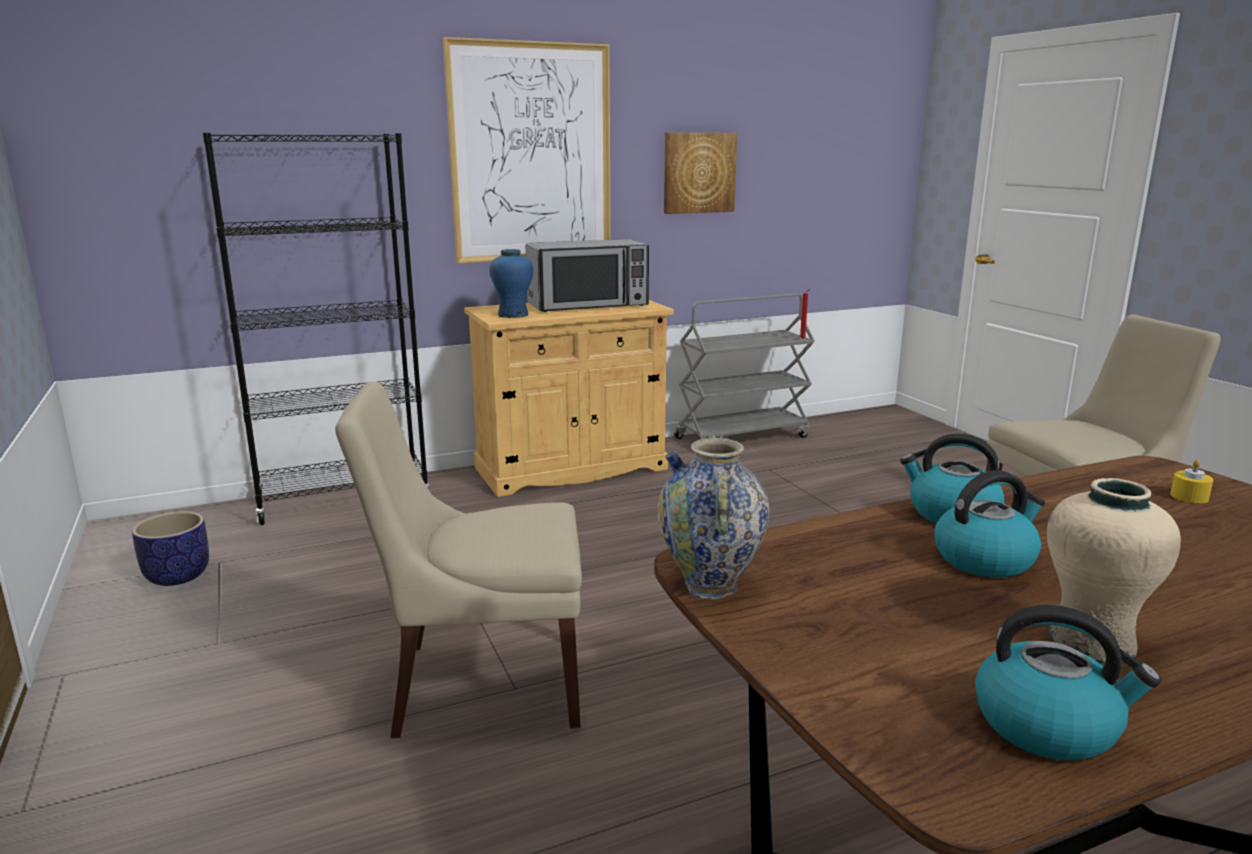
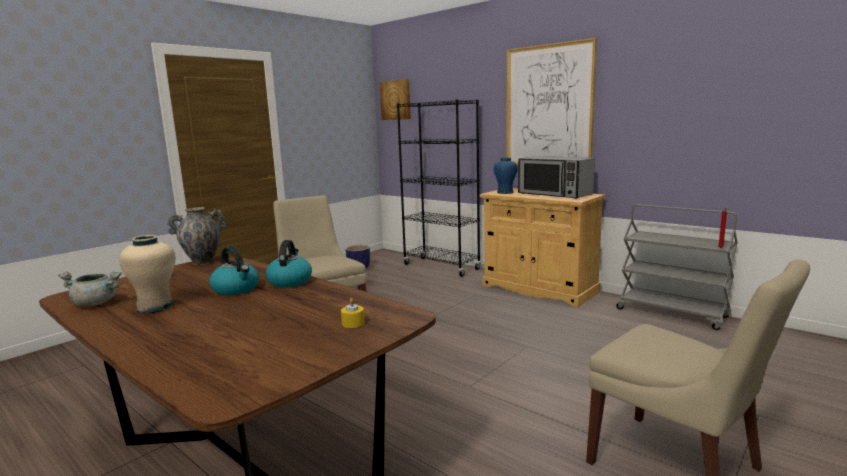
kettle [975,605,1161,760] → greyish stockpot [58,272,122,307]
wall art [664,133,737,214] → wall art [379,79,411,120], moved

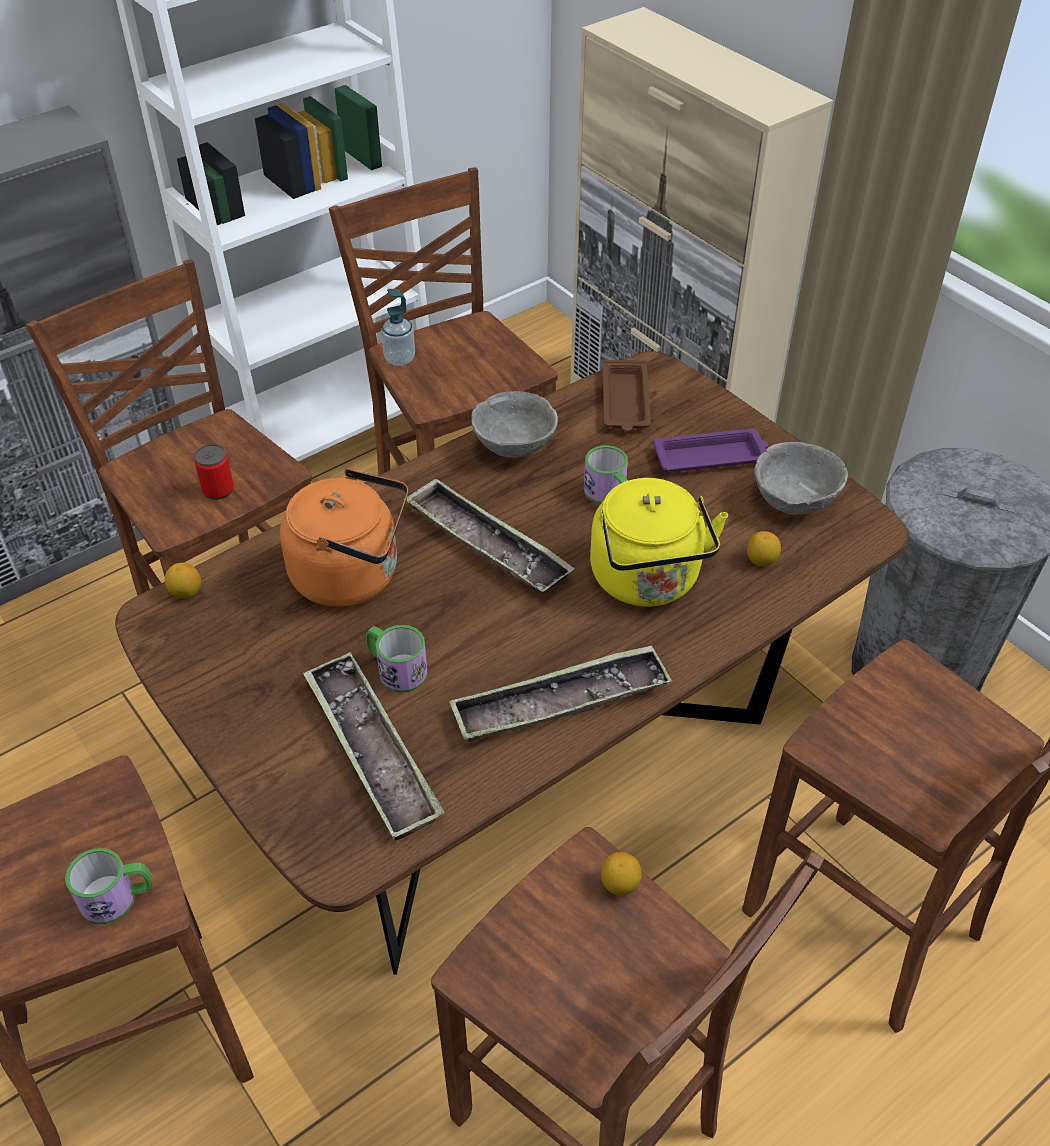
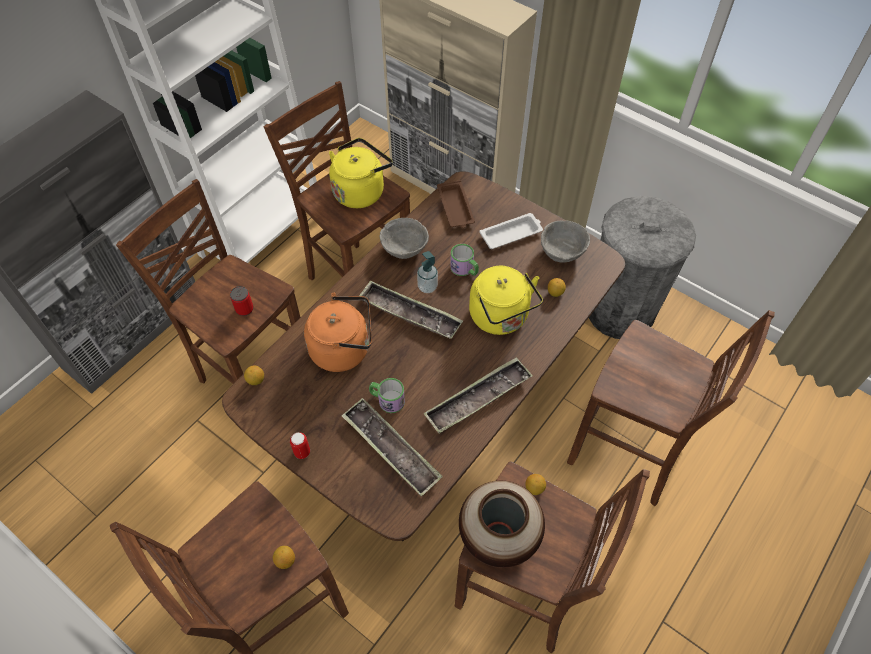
mug [65,848,152,924] → citrus fruit [273,546,295,569]
- → sealed can [290,432,310,459]
- → yellowish kettle [329,138,393,208]
soap bottle [381,289,415,366] → soap bottle [417,251,438,293], moved
- → vase [459,481,545,568]
purple-coloured serving tray [653,428,768,472] → white-coloured serving tray [480,213,543,249]

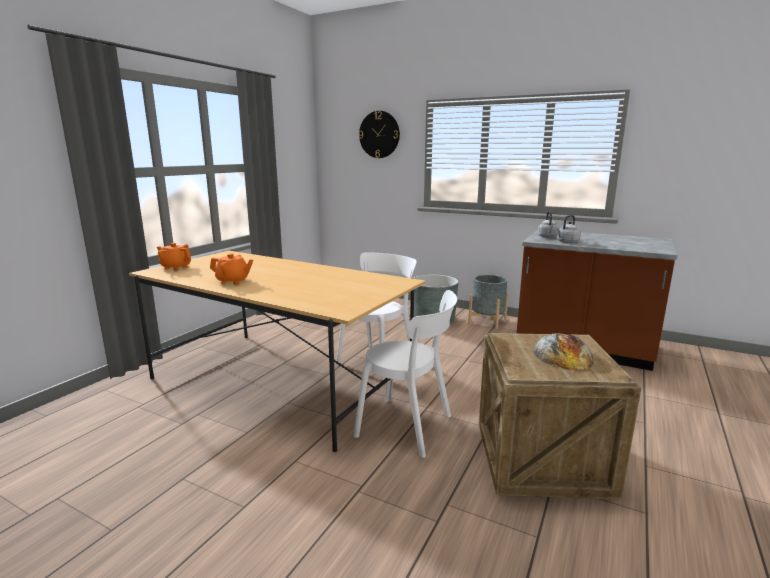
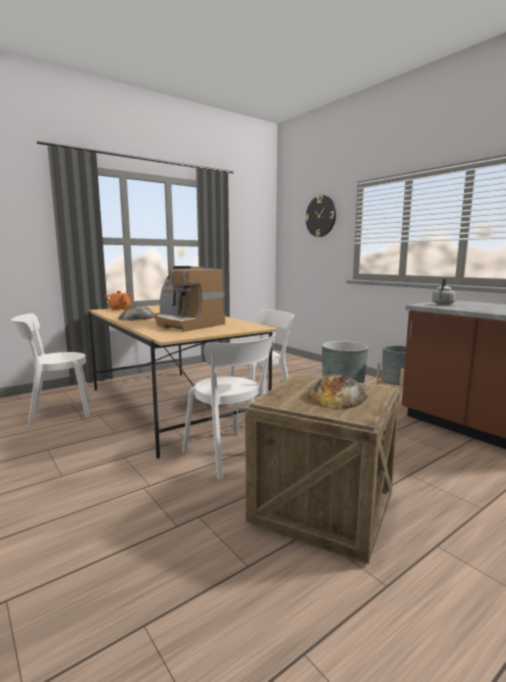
- → white-coloured chair [11,313,90,426]
orange-coloured tea pot [210,254,253,284] → bread [118,305,154,321]
- → coffee machine [154,266,225,332]
greyish kettle [557,215,581,243] → -

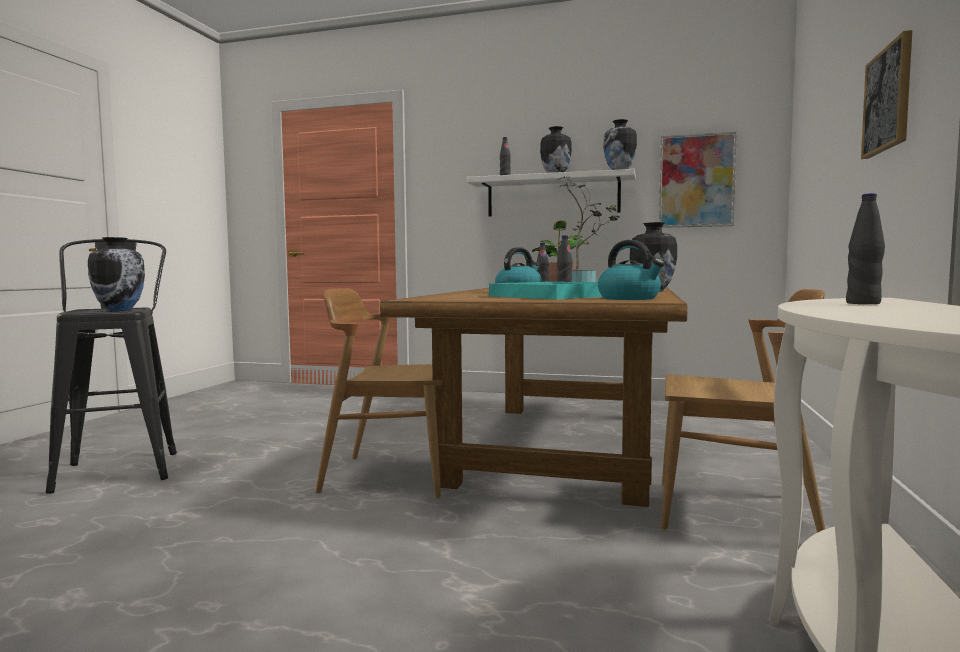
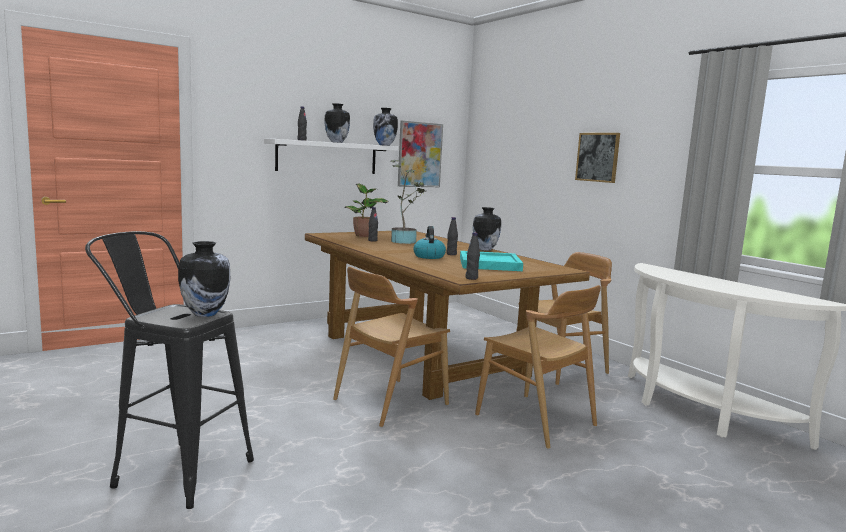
black drink bottle [846,193,885,304] → black drink bottle [465,232,480,280], moved
- → brown chair [475,285,601,449]
kettle [598,240,665,300] → -

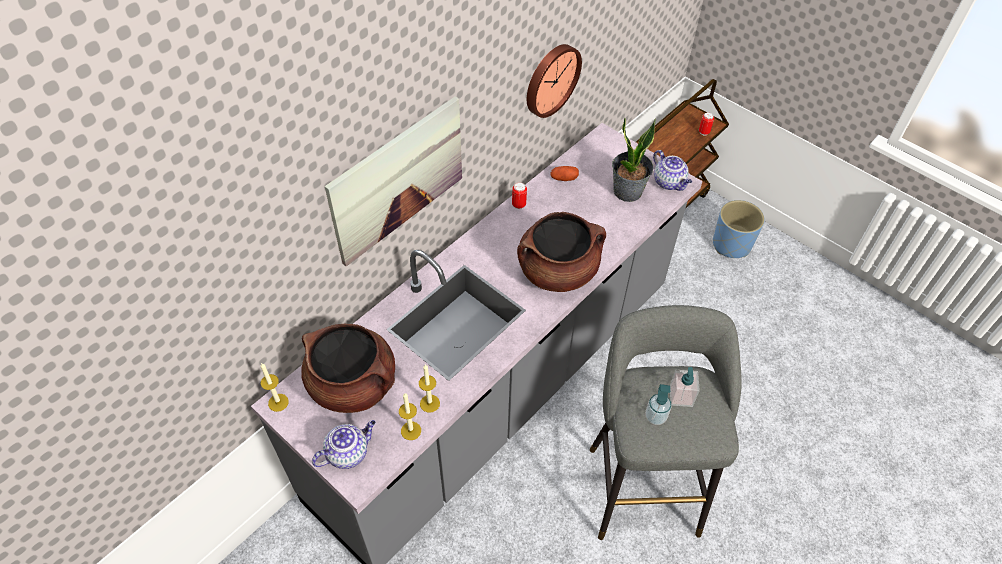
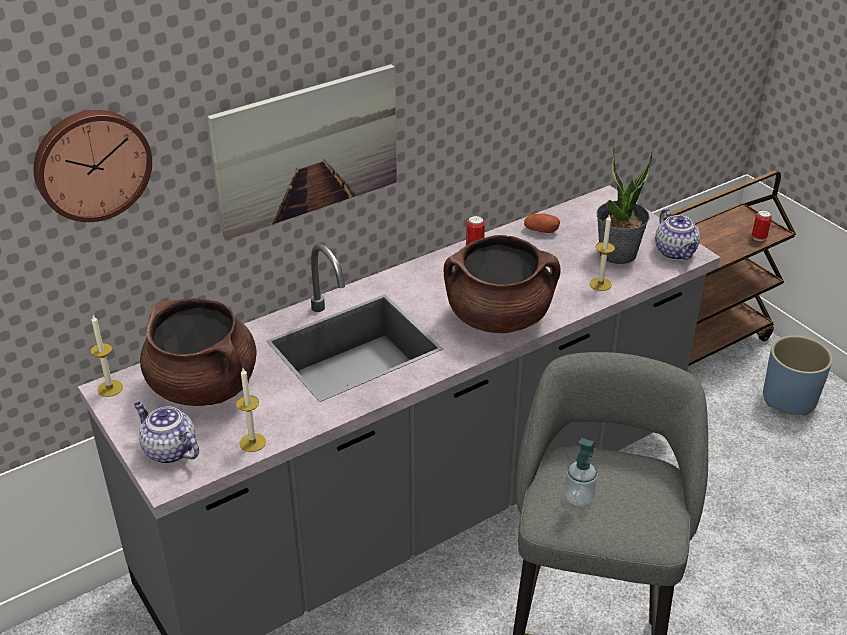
wall clock [527,44,582,118] → wall clock [34,110,152,222], moved
tea pot [312,420,376,469] → tea pot [134,402,199,464], 120 degrees counterclockwise
candle [419,364,440,413] → candle [590,215,615,291], moved
soap bottle [670,367,700,407] → -

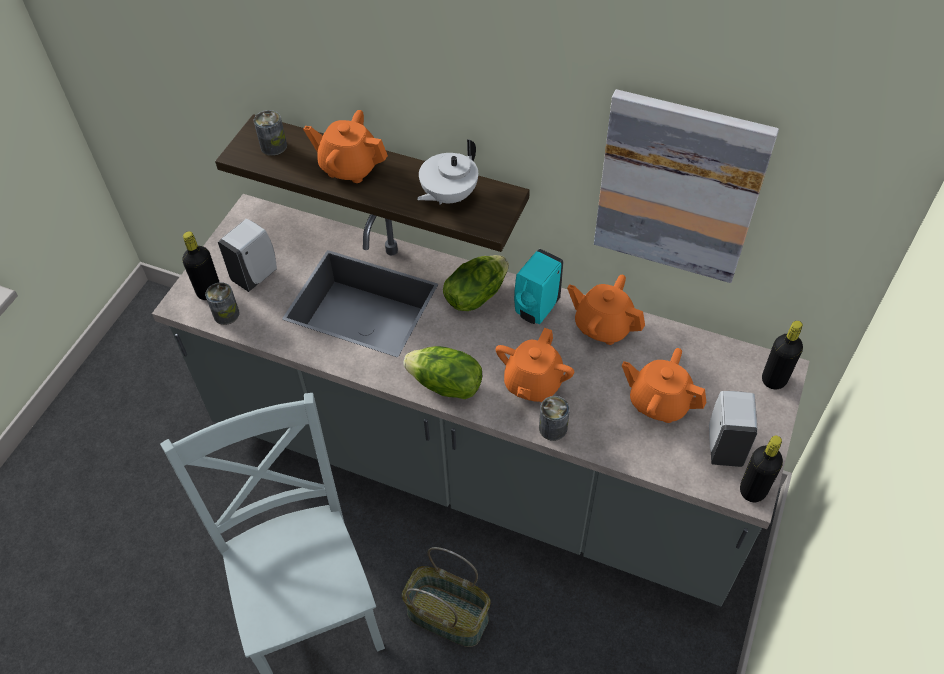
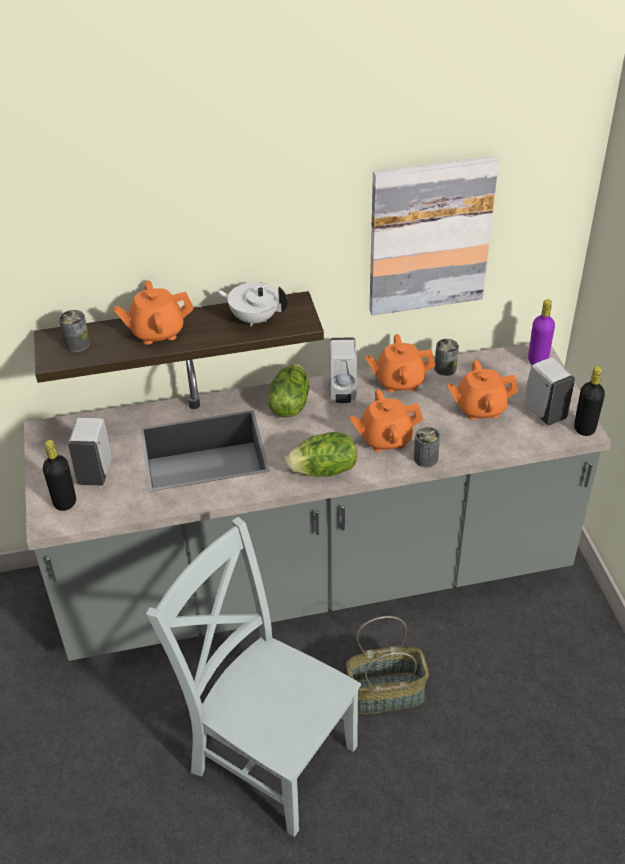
white-coloured tea pot [417,139,478,205] → white-coloured tea pot [216,282,288,326], 105 degrees clockwise
turquoise soap bottle [514,249,563,324] → white-coloured soap bottle [329,337,357,403]
orange-coloured tea pot [496,328,574,402] → orange-coloured tea pot [350,389,423,452], 90 degrees clockwise
sealed can [205,283,240,325] → sealed can [434,339,459,376], moved
black drink bottle [762,321,803,389] → purple-coloured drink bottle [528,299,555,365]

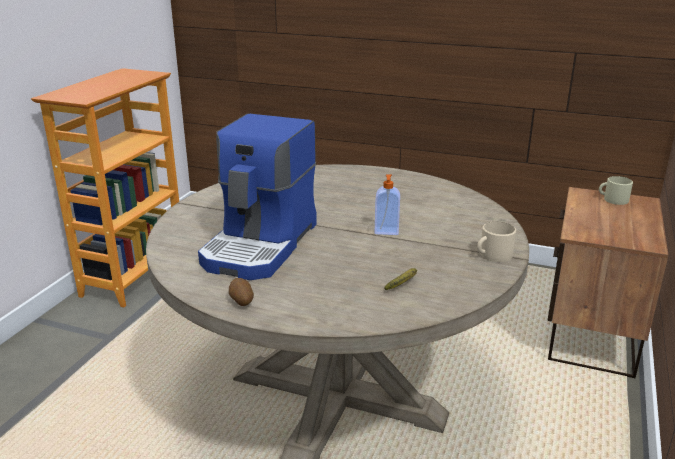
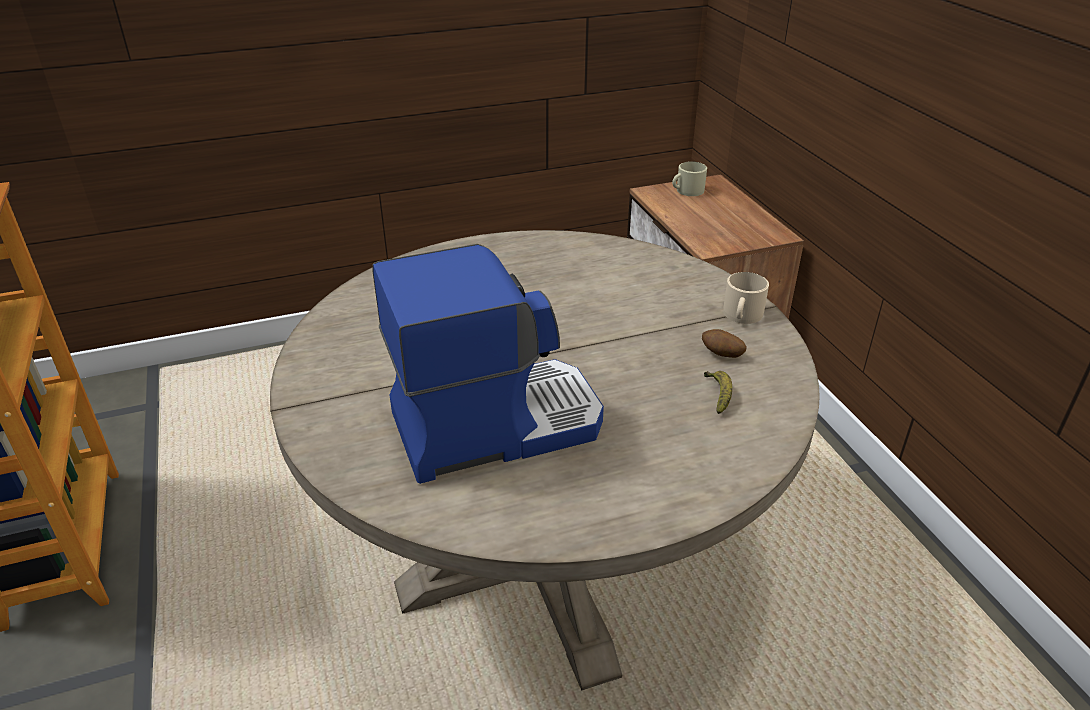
coffee machine [198,114,317,280] → coffee machine [372,244,604,484], 90 degrees counterclockwise
spud [229,278,254,306] → spud [702,329,747,358], moved
soap bottle [375,174,400,235] → -

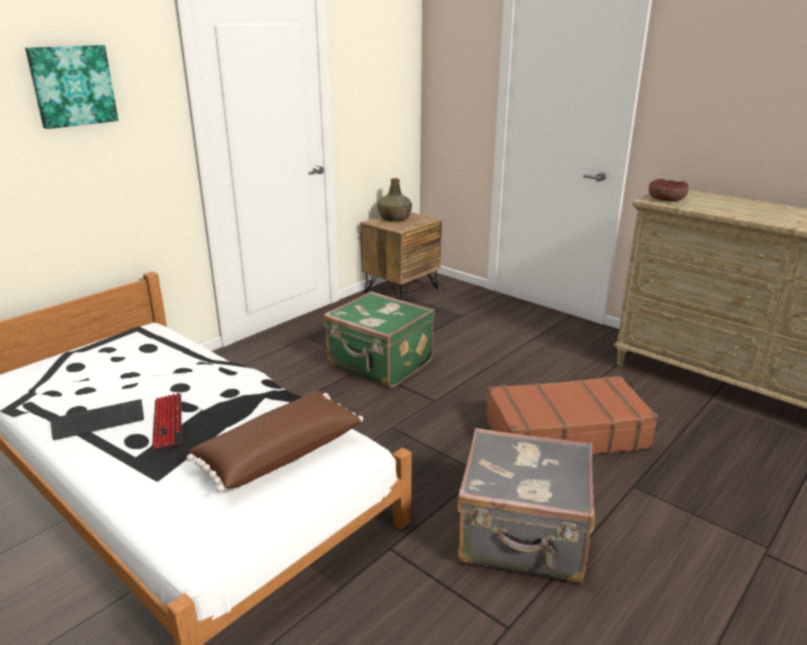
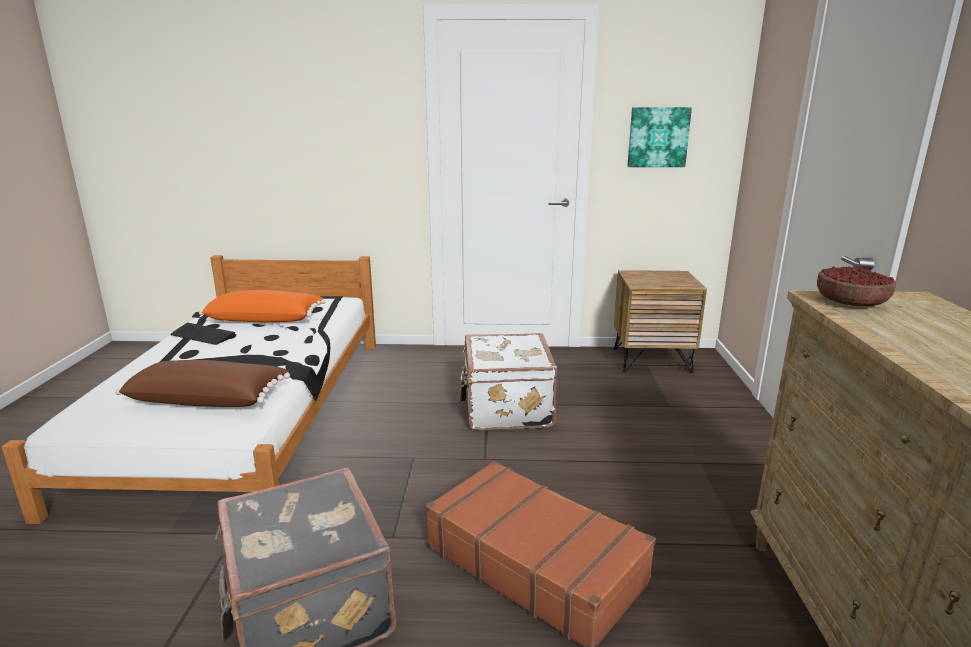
- → orange-coloured throw pillow [199,290,325,322]
green-coloured suitcase [323,291,435,388] → white-coloured suitcase [460,333,557,430]
wall art [25,45,118,129] → wall art [627,107,692,167], moved
PC keyboard [152,393,181,450] → -
green-coloured drink bottle [377,178,412,222] → -

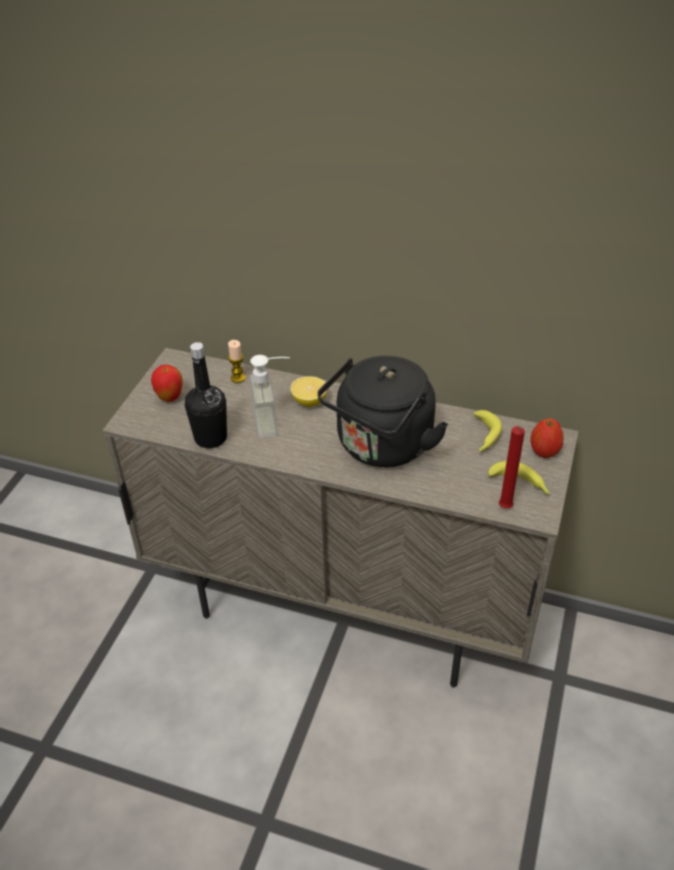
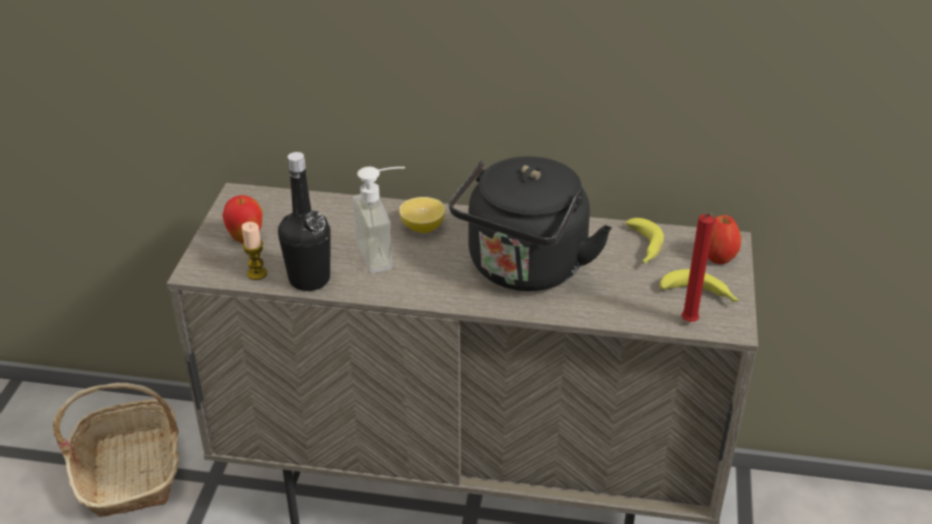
- → storage basket [53,383,179,517]
candle [228,340,246,383] → candle [242,222,267,280], moved

